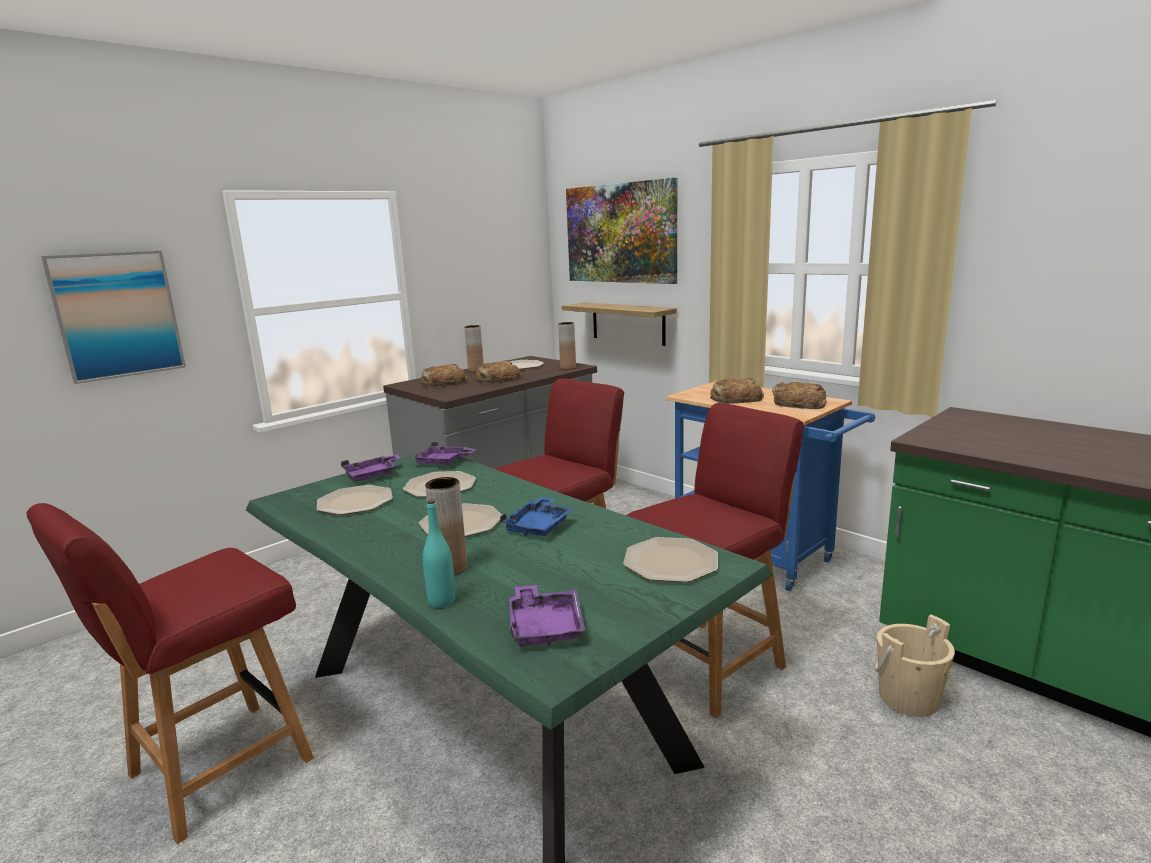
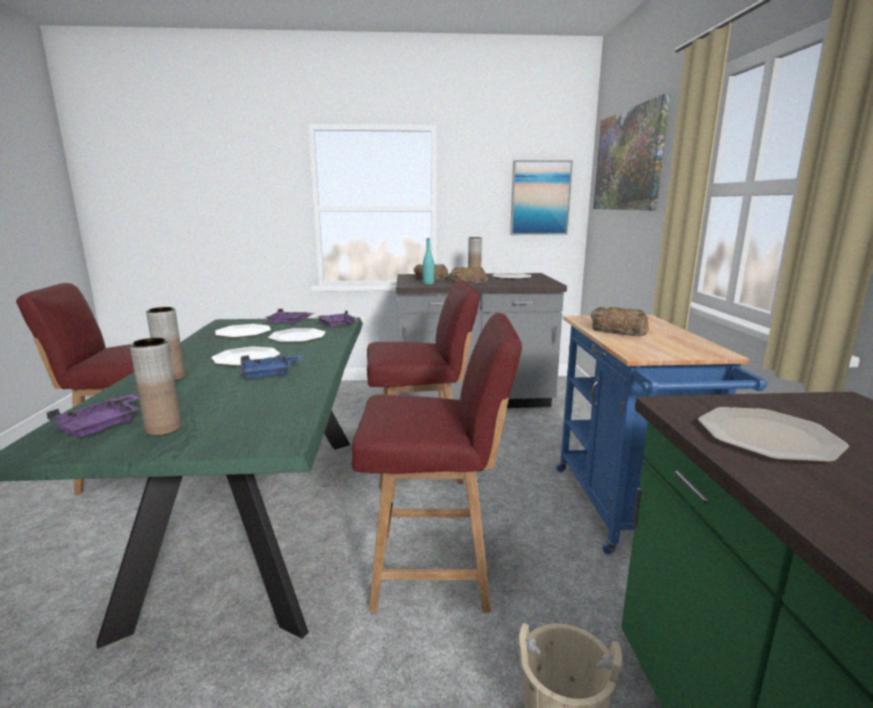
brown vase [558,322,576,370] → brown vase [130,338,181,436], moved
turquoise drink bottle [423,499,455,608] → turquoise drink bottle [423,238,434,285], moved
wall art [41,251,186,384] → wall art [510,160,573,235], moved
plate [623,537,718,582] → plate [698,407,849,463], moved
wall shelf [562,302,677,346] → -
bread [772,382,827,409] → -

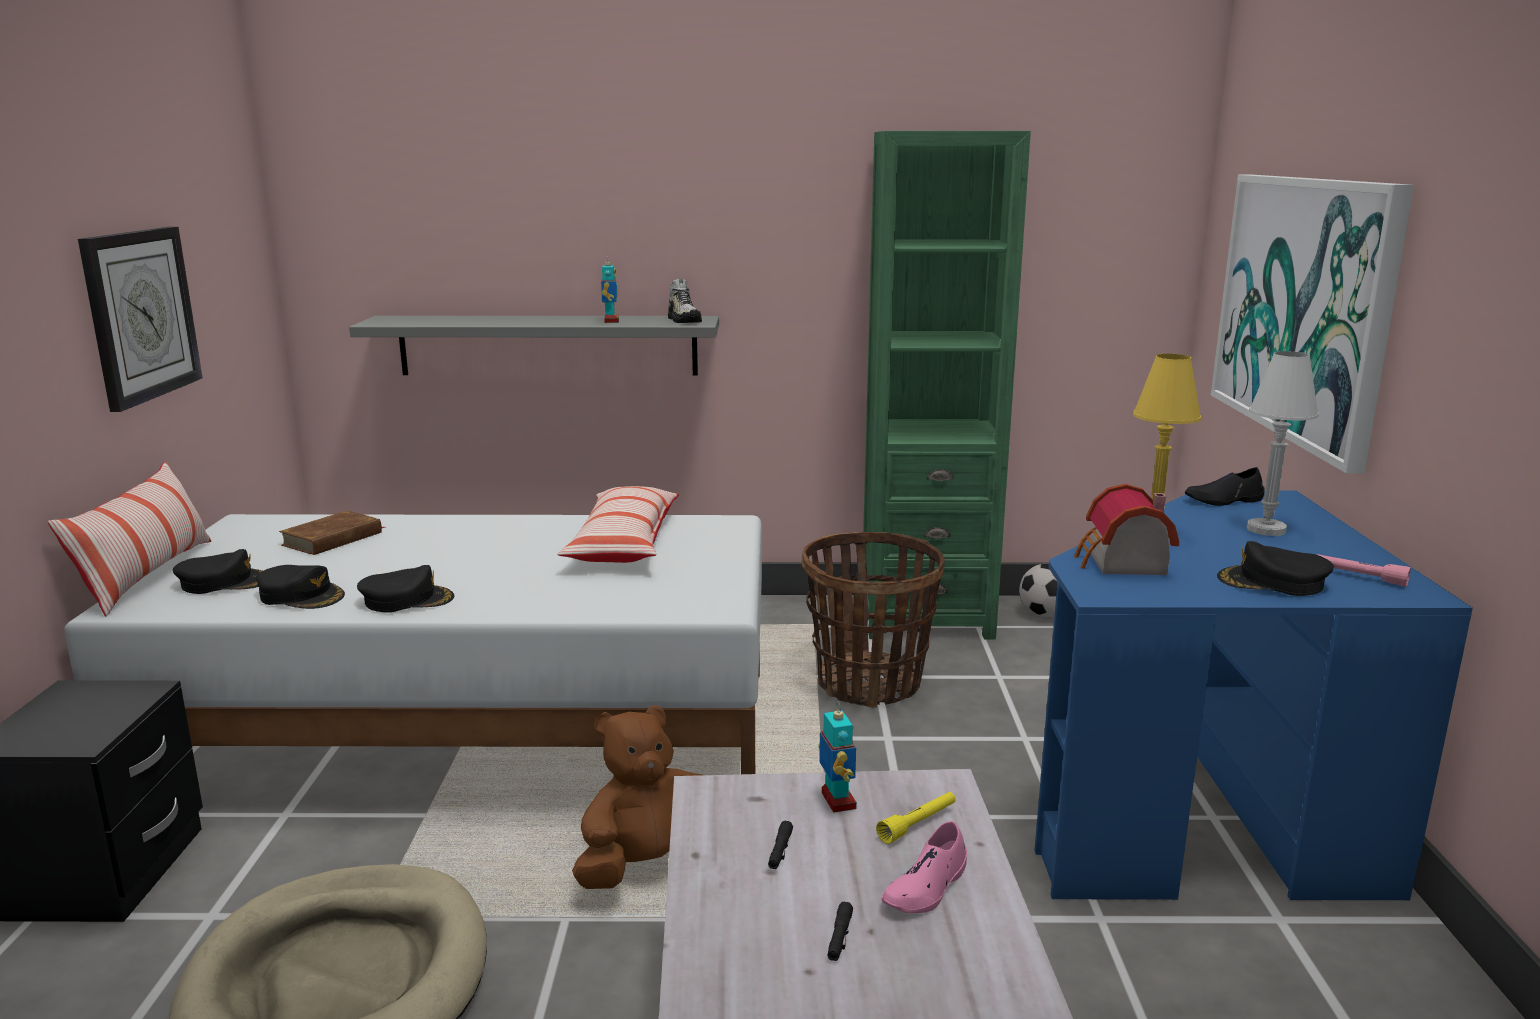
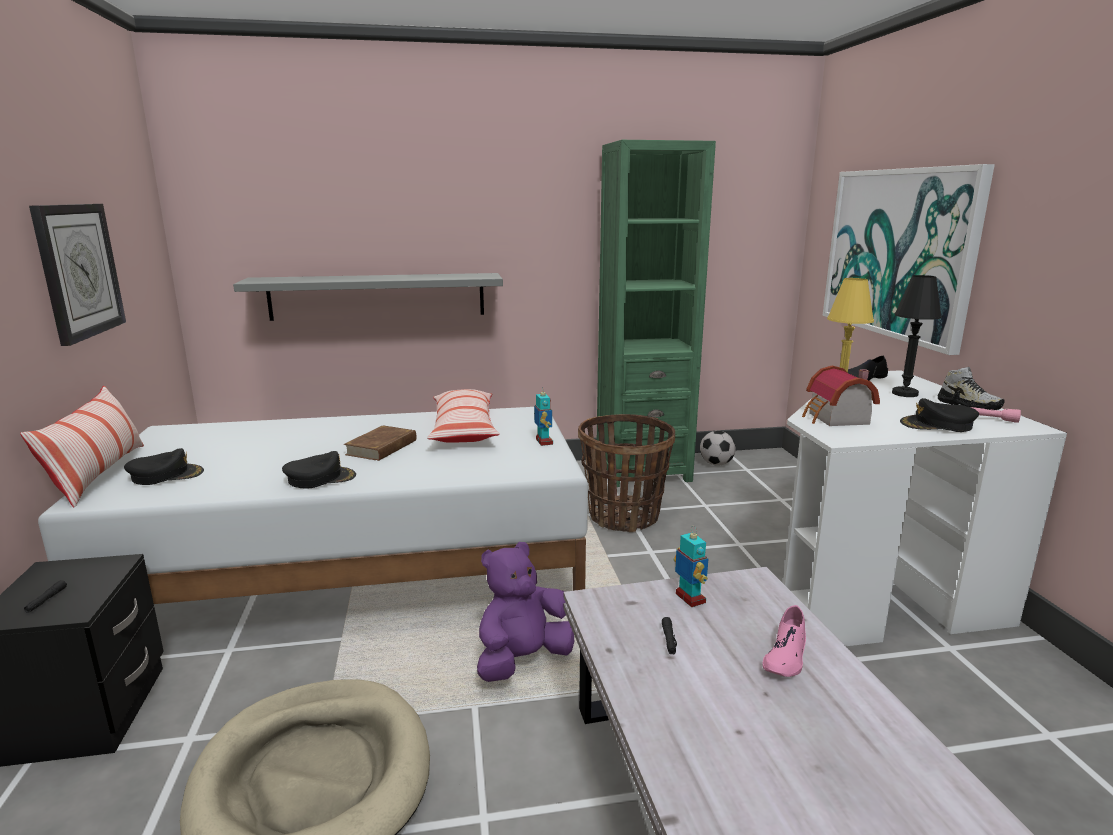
black flashlight [828,902,853,961] → black flashlight [24,580,67,612], moved
brown book [279,511,386,555] → brown book [344,425,416,461], moved
brown plush toy [572,705,702,889] → purple-coloured plush toy [477,542,574,682]
model robot [601,255,619,323] → model robot [534,388,553,446], moved
blue-coloured desk table [1034,491,1473,900] → white-coloured desk table [783,370,1067,646]
white-coloured tabletop lamp [1247,351,1319,536] → black tabletop lamp [892,275,942,397]
low shoe [668,279,702,323] → low shoe [938,367,1005,410], moved
black baseball cap [256,565,345,609] → -
yellowish flashlight [876,792,956,844] → -

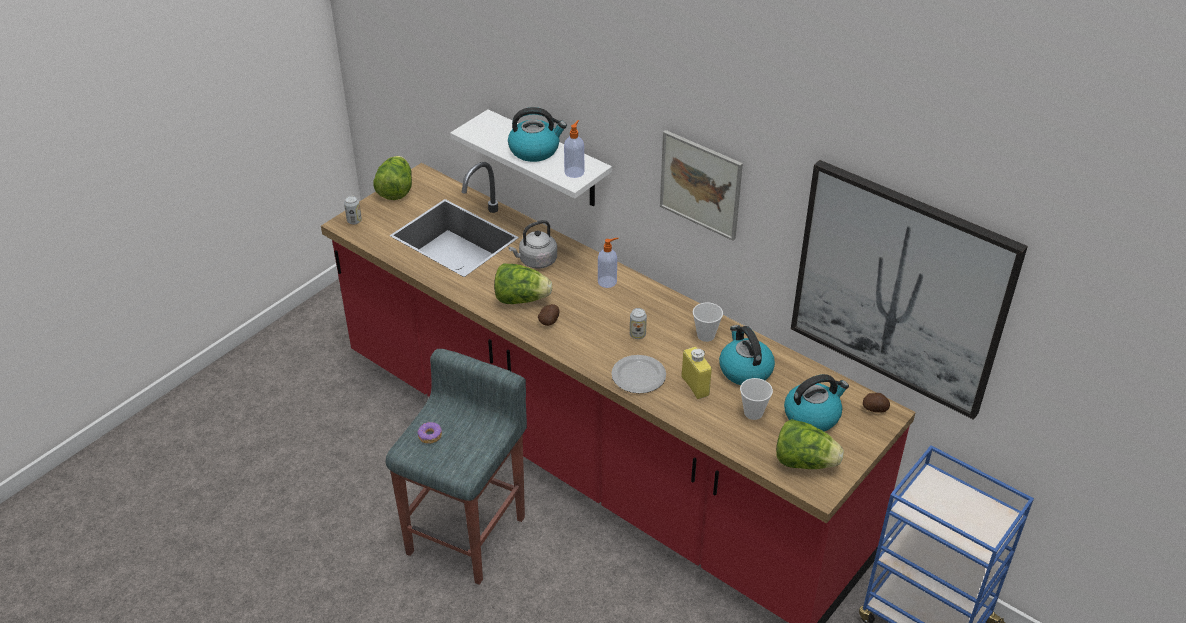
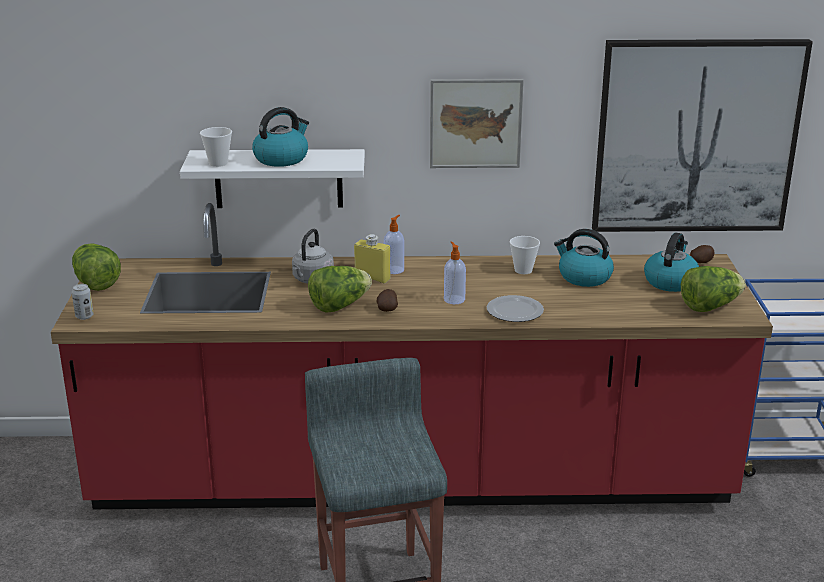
drinking cup [740,378,773,420] → drinking cup [200,127,232,167], moved
yellowish drink bottle [681,347,712,399] → yellowish drink bottle [354,234,391,283], moved
soap bottle [564,120,584,178] → soap bottle [444,241,466,304], moved
doughnut [417,422,442,444] → -
sealed can [630,308,647,339] → -

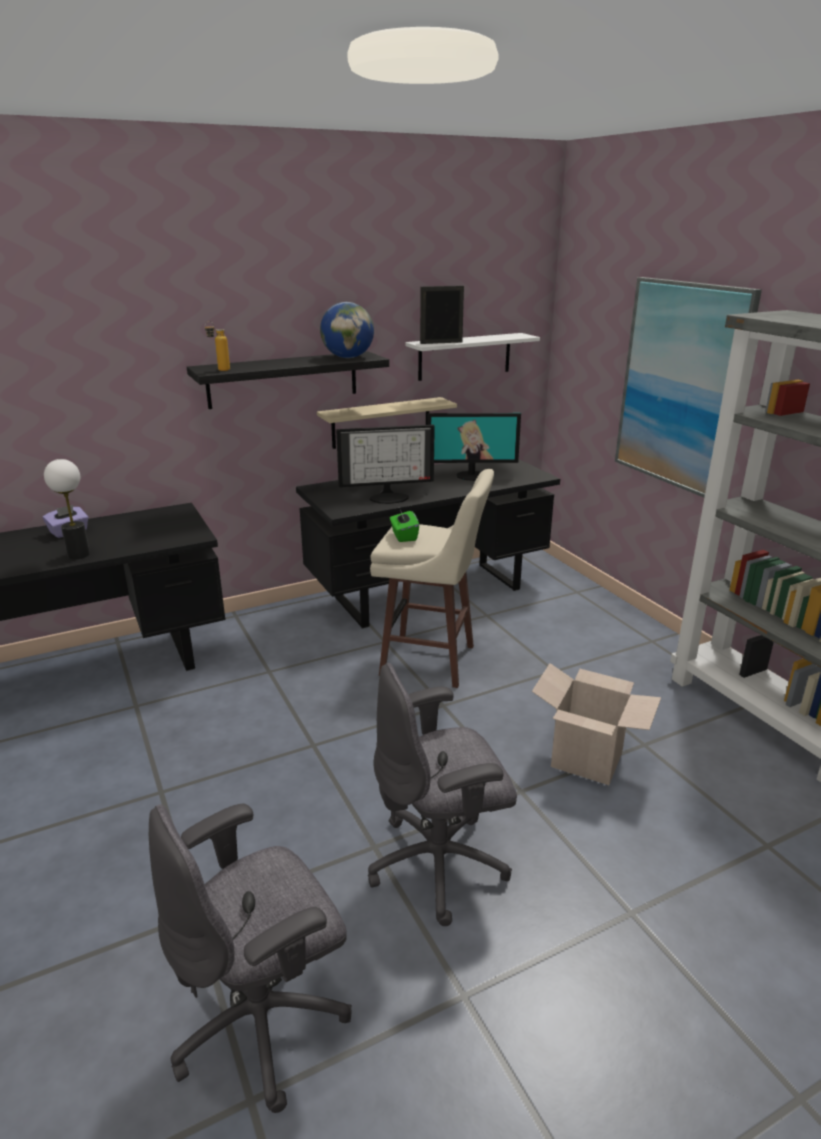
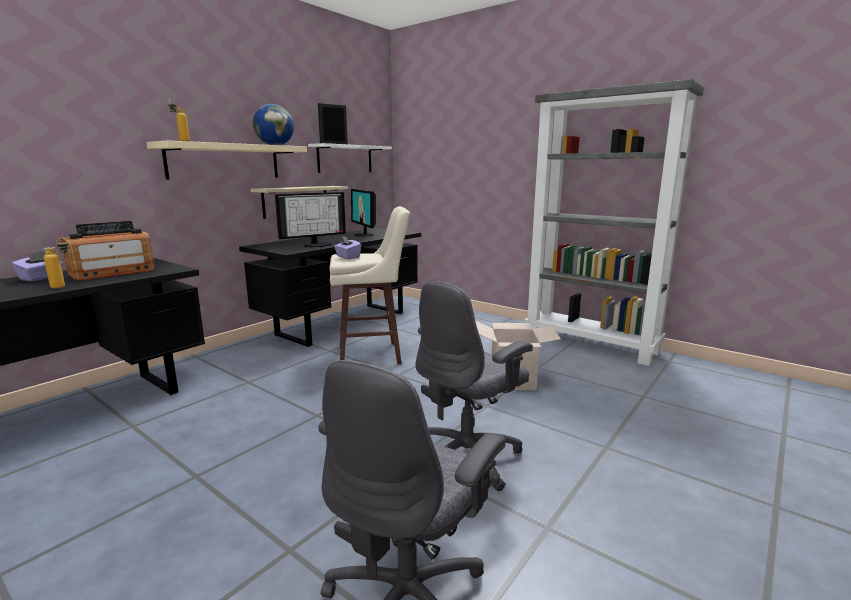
tabletop lamp [44,459,90,559] → drink bottle [44,238,69,289]
- → radio [61,221,155,281]
black wall shelf [187,351,389,409] → beige-coloured wall shelf [146,141,307,180]
green-coloured tissue box [390,507,419,542] → purple-coloured tissue box [334,236,361,259]
computer screen [427,413,521,481] → computer screen [351,189,376,237], 90 degrees clockwise
wall art [615,277,762,497] → -

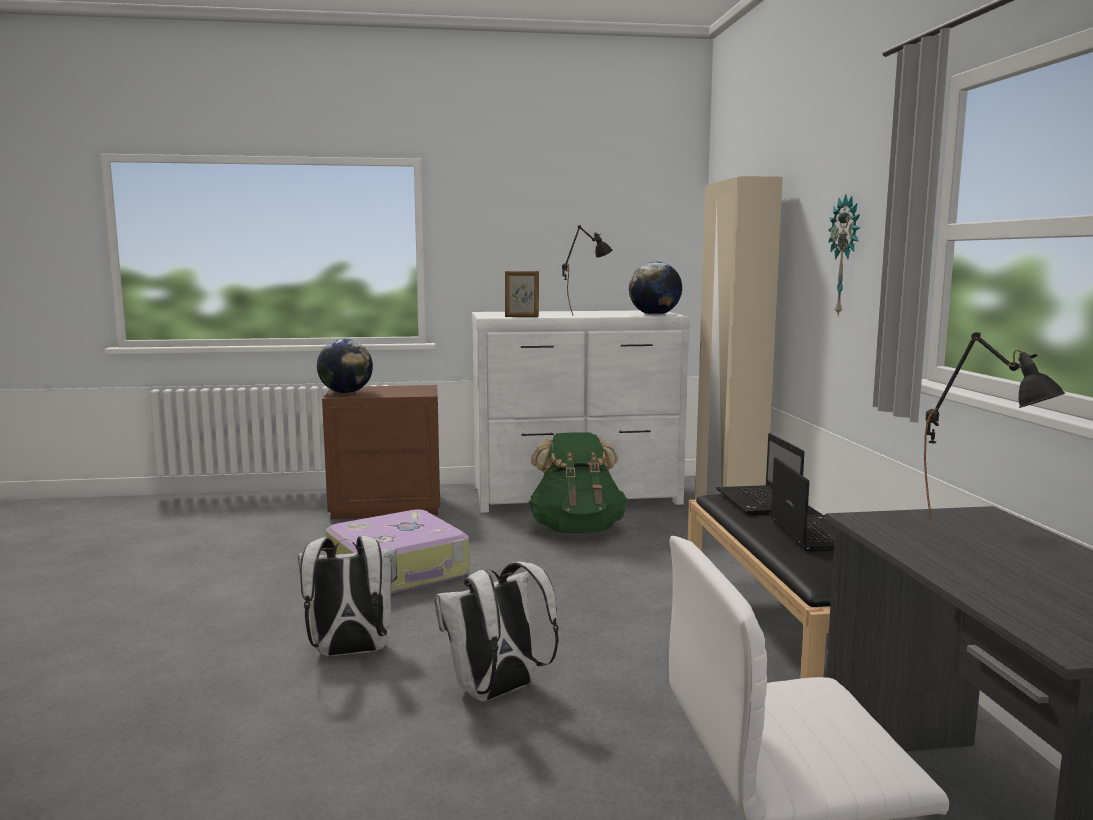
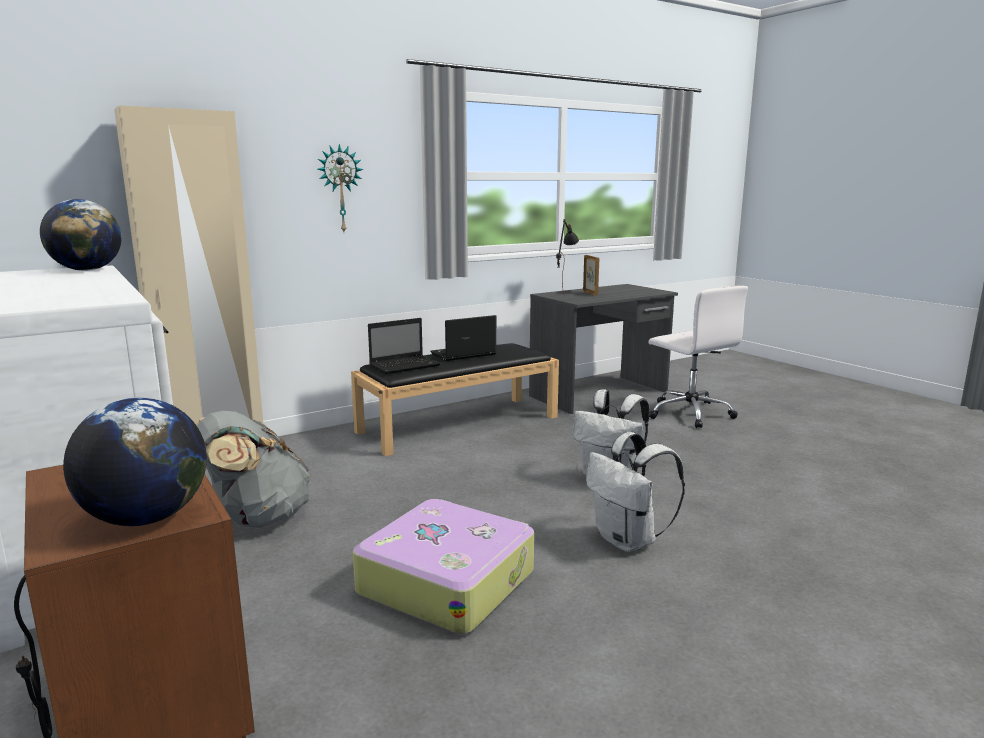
green-coloured knapsack [528,432,627,533] → greyish knapsack [196,411,311,528]
picture frame [505,271,539,317] → picture frame [583,255,599,295], moved
black tabletop lamp [562,225,612,316] → -

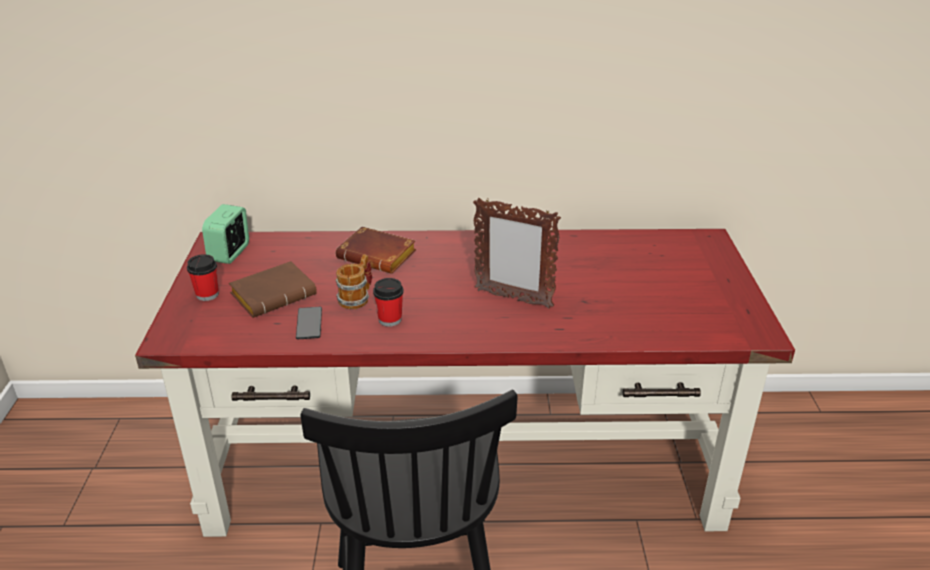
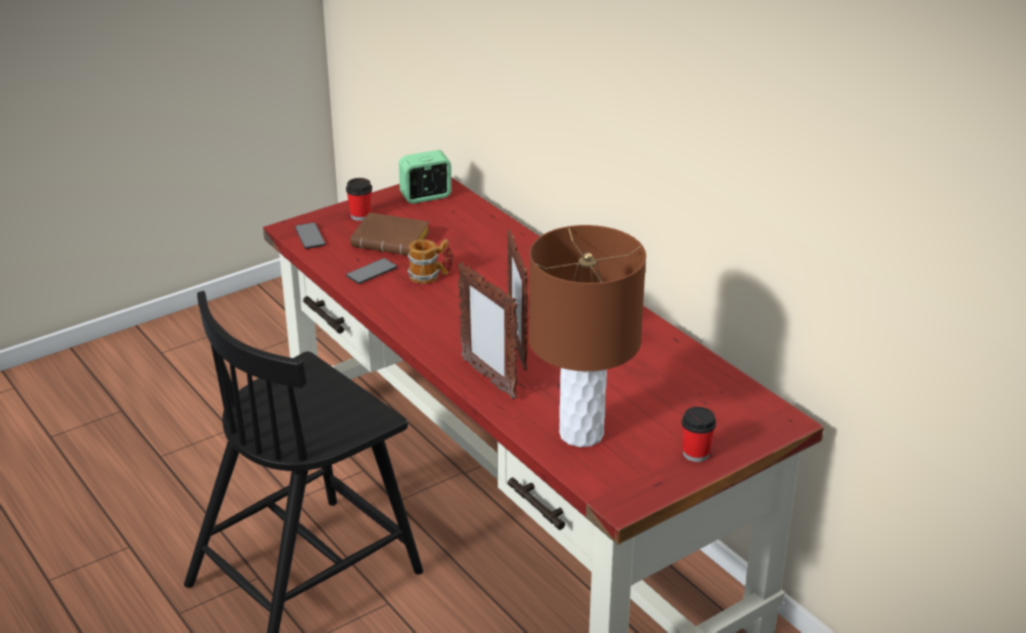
- → telephone [295,223,326,249]
- → picture frame [457,262,518,400]
- → brown tabletop lamp [529,225,646,447]
drinking cup [373,278,404,327] → drinking cup [682,407,716,462], moved
brown book [336,227,416,274] → -

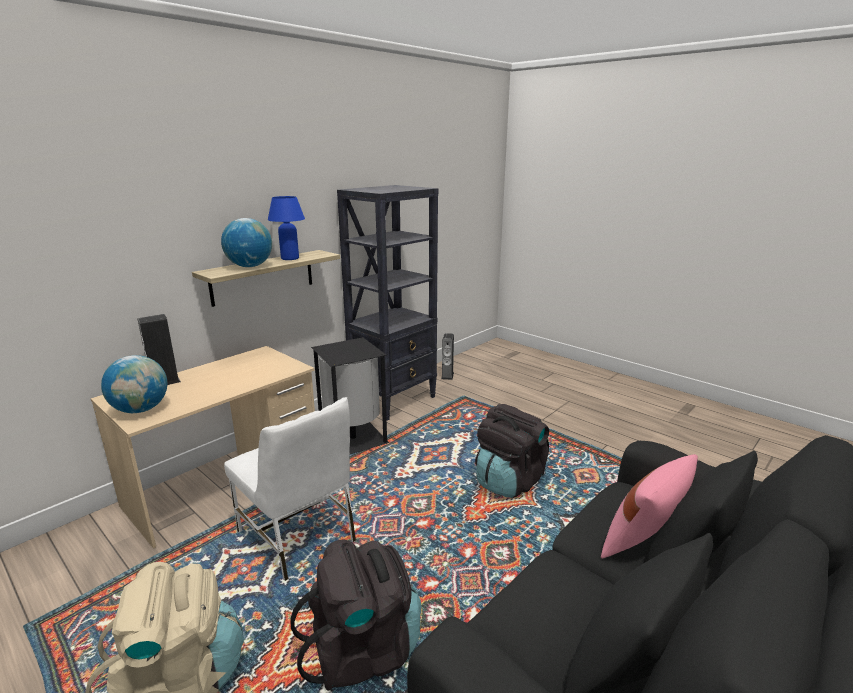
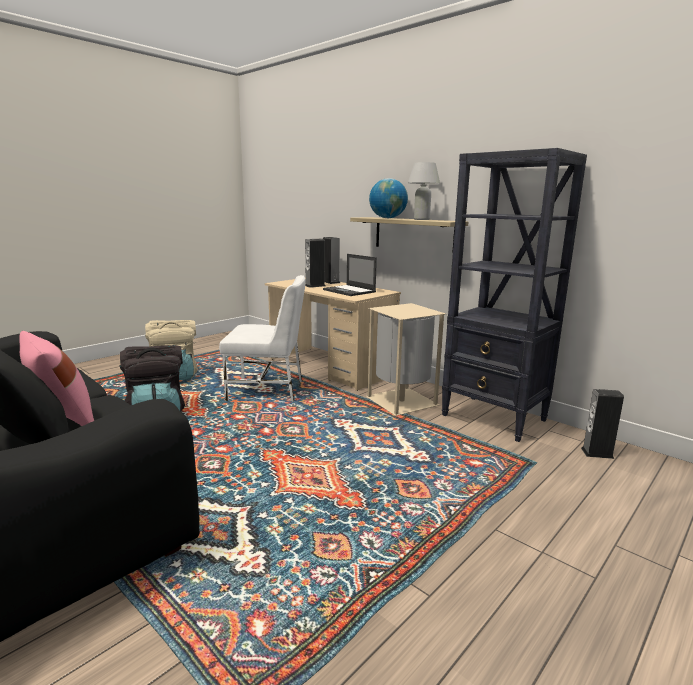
white-coloured chair [224,397,356,581] → white-coloured chair [219,275,306,402], 135 degrees counterclockwise
- → loudspeaker [305,239,325,288]
- → notebook computer [323,254,377,296]
black waste bin [311,337,389,454] → beige-coloured waste bin [366,303,446,416]
blue-coloured tabletop lamp [268,196,305,260] → white-coloured tabletop lamp [408,162,440,220]
desk globe [101,355,167,413] → -
black knapsack [475,404,549,498] → -

